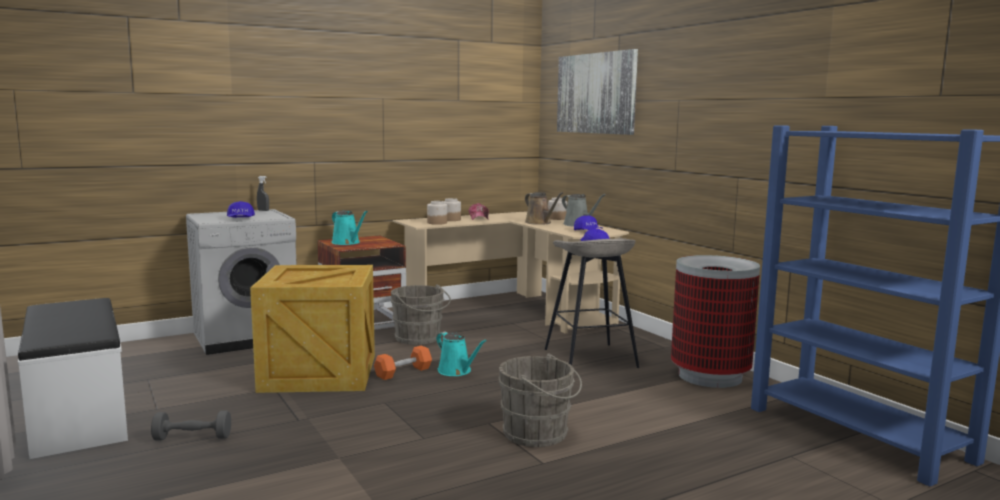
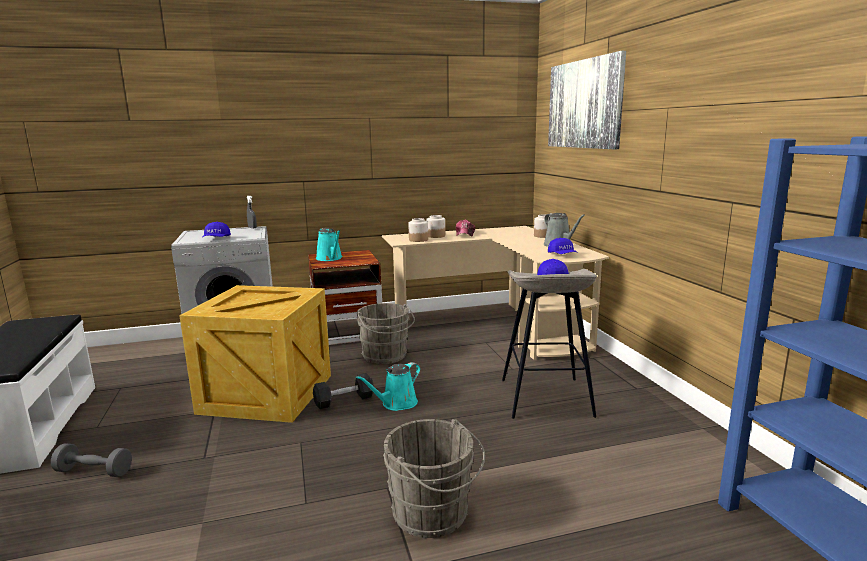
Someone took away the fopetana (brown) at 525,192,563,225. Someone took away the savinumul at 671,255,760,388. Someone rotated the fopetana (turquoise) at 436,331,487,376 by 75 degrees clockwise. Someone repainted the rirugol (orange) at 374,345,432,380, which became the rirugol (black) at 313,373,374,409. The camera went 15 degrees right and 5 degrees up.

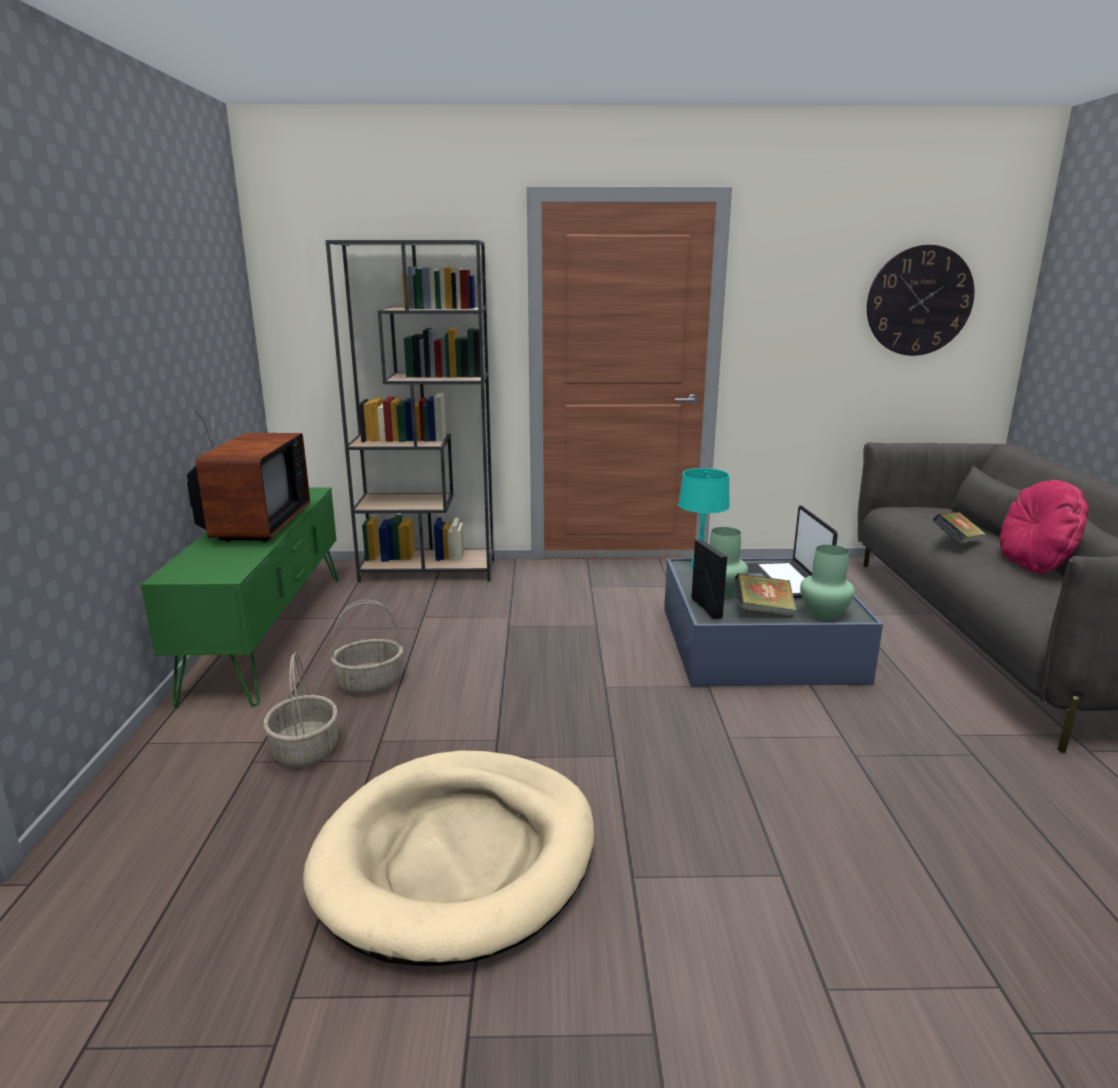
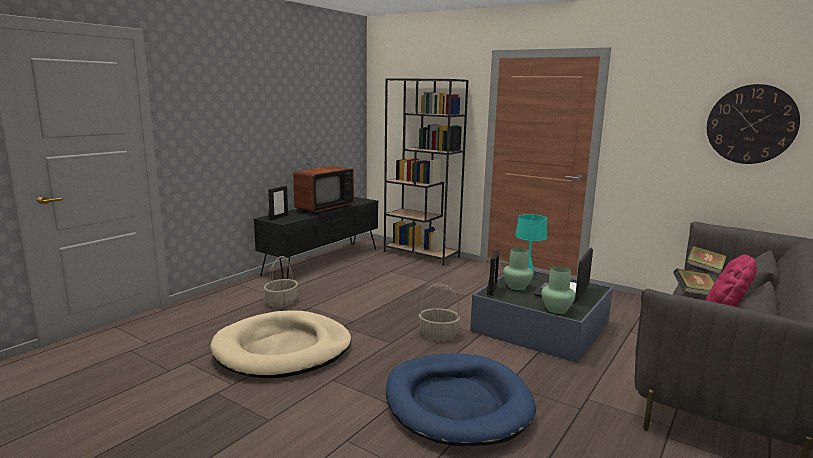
Someone repainted the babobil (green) at 140,488,339,707, which became the babobil (black) at 254,197,379,279. Someone carried the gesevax from 735,573,796,617 to 686,246,726,274. Someone carried the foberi from 331,600,403,694 to 419,283,460,340. Someone put down the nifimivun at 268,186,288,220. Someone put down the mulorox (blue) at 386,353,536,446. The camera went 35 degrees right and 5 degrees down.

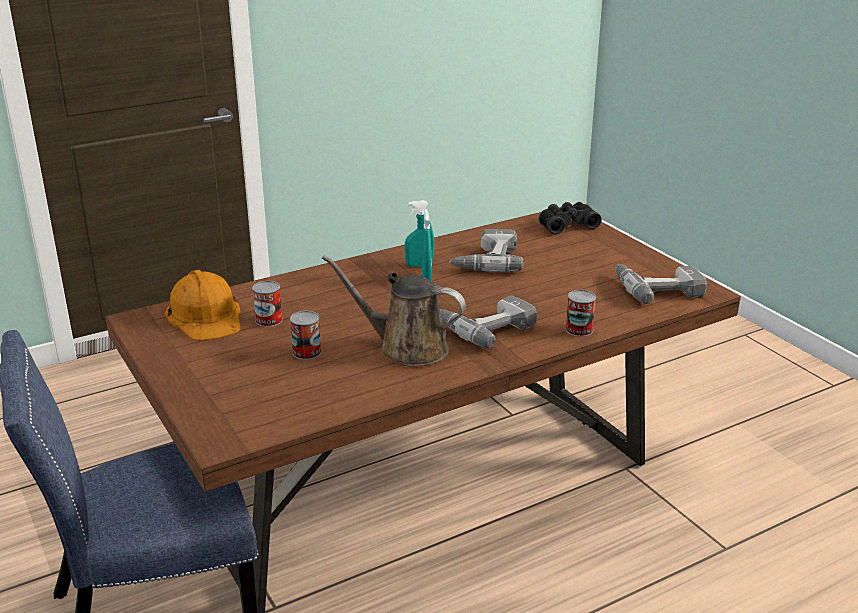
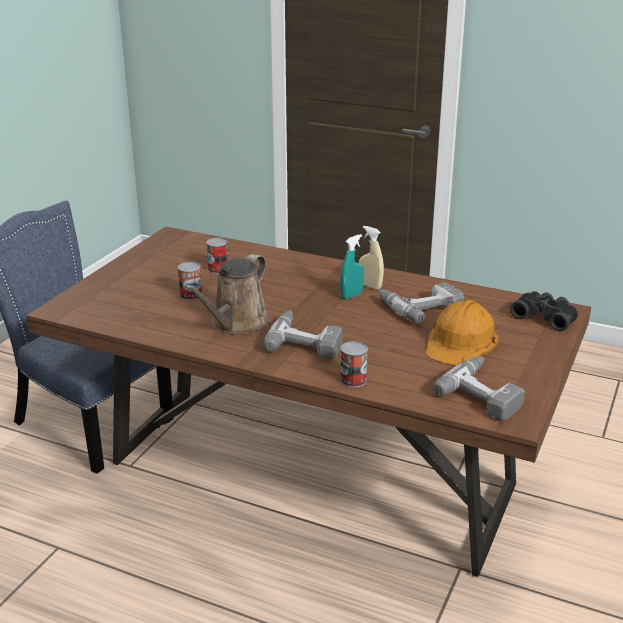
Someone repainted the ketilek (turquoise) at 405,200,434,267, which became the ketilek (beige) at 359,226,384,289. Someone rotated the fopetana (brown) at 322,255,466,367 by 135 degrees counterclockwise. Someone carried the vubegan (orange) from 165,270,240,341 to 426,300,499,366. The camera went 55 degrees right and 0 degrees up.

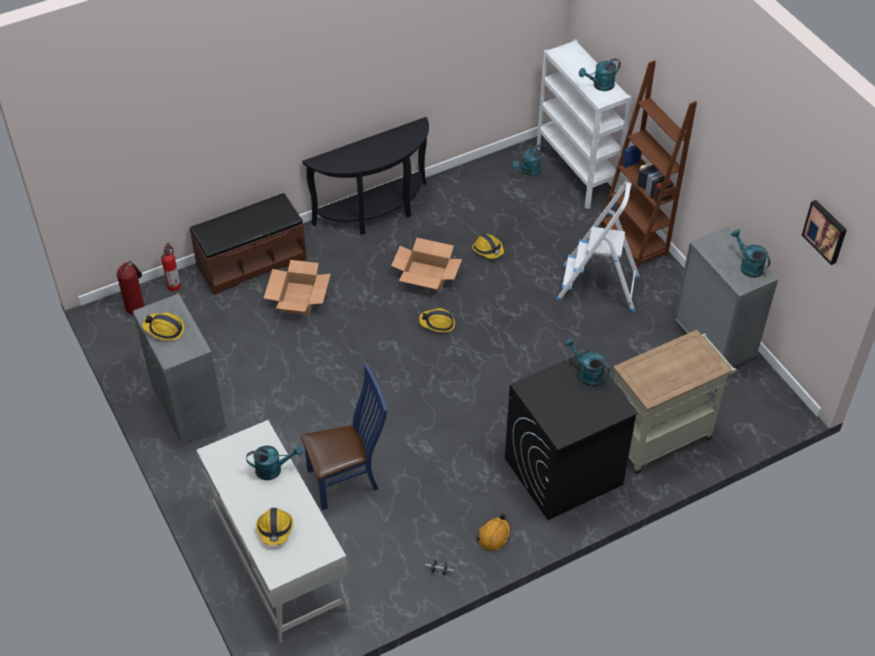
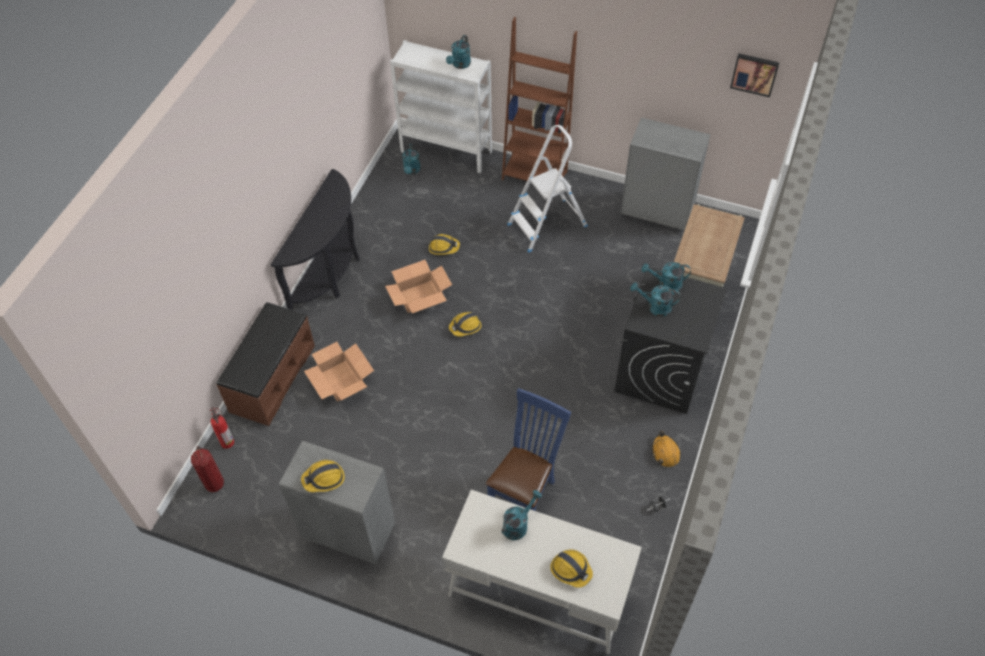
Someone carried the fopetana (turquoise) from 731,229,771,278 to 630,282,681,317. The camera went 40 degrees left and 5 degrees up.

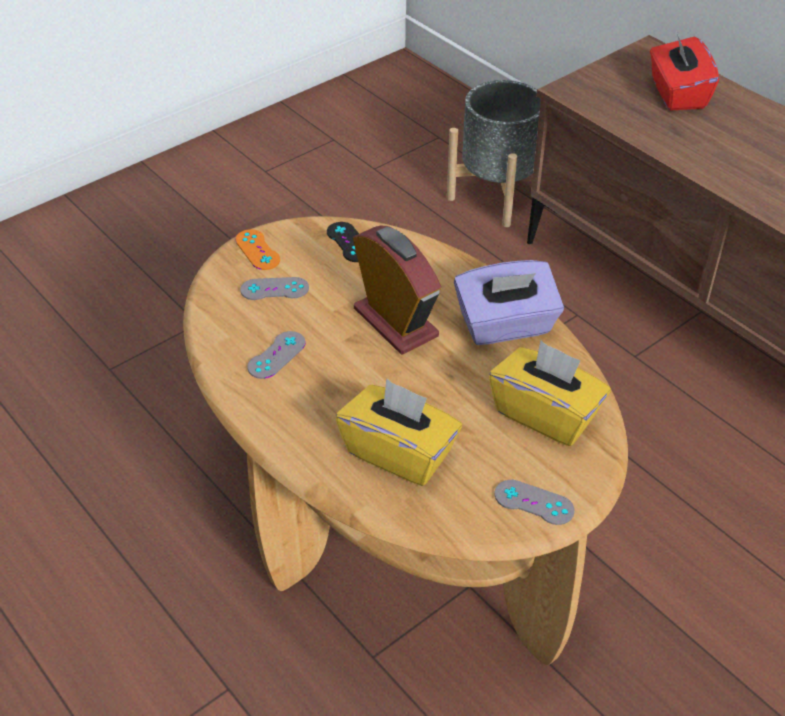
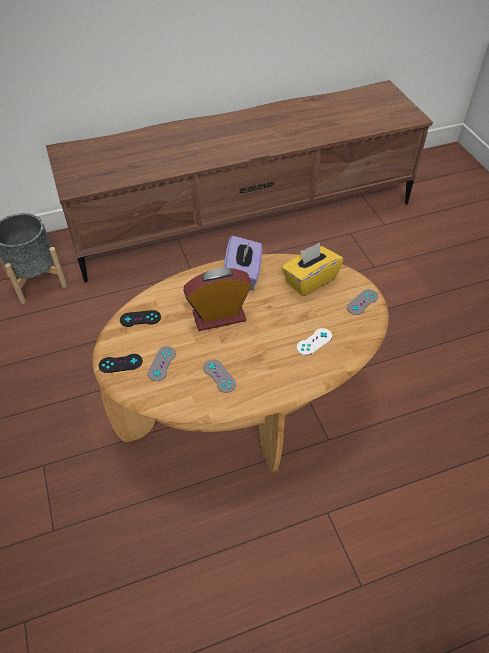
Someone took away the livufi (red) at 650,33,719,111. Someone repainted the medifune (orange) at 236,229,280,270, which became the medifune (black) at 99,354,143,373. Someone swapped the livufi (yellow) at 336,379,462,486 for the medifune (white) at 297,328,332,355. The camera went 70 degrees left and 5 degrees up.

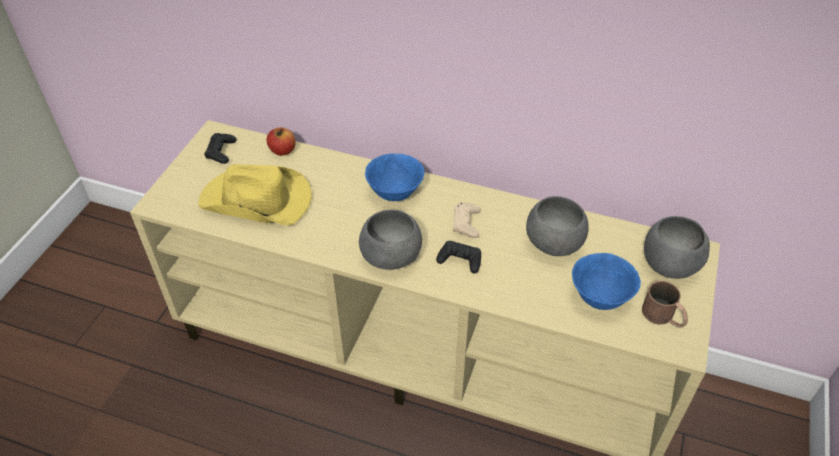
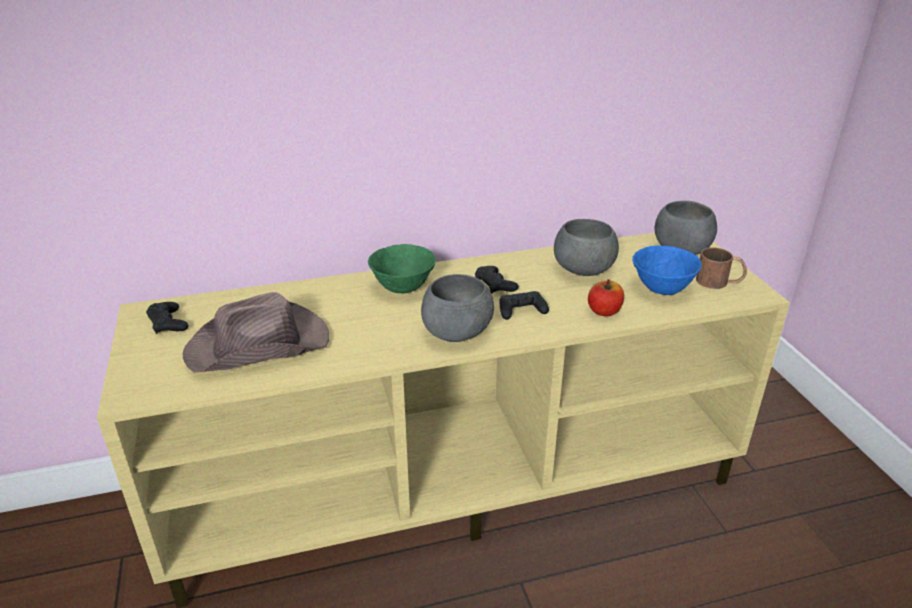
Someone carried the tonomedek from 267,128,296,156 to 588,280,624,316. Someone repainted the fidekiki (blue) at 365,153,424,201, which became the fidekiki (green) at 368,244,436,293. Someone repainted the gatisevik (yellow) at 198,164,312,225, which became the gatisevik (brown) at 183,292,329,373. Someone repainted the medifune (beige) at 452,203,481,238, which became the medifune (black) at 475,266,519,294. The camera went 35 degrees left and 15 degrees down.

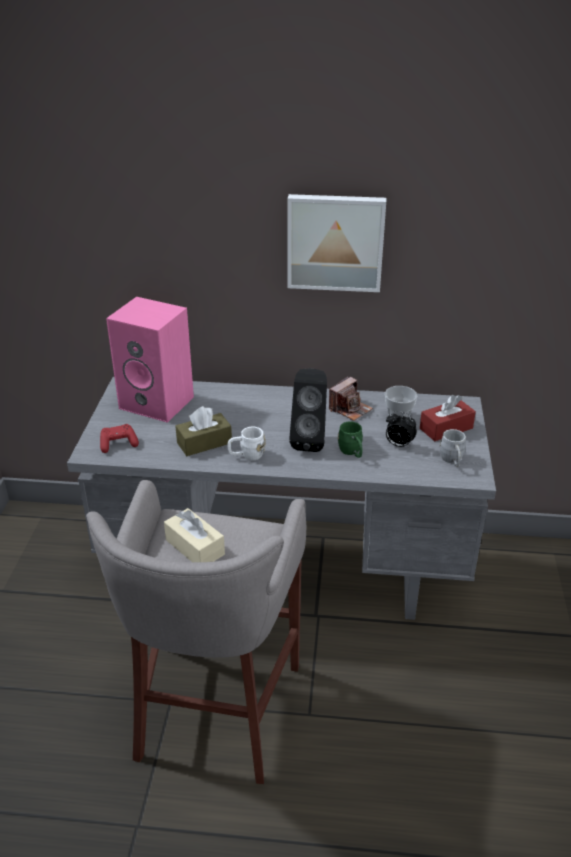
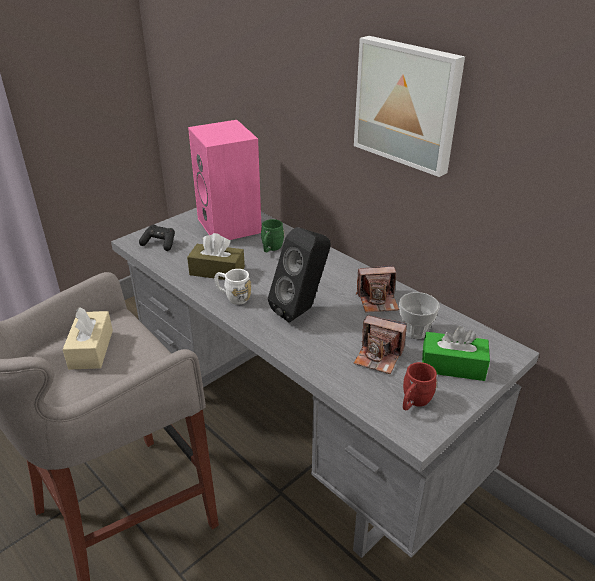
Someone repainted the livufi (red) at 420,395,476,441, which became the livufi (green) at 422,326,490,381. Someone swapped the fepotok at 386,411,417,448 for the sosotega at 354,315,407,374. Someone carried the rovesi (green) from 338,421,363,458 to 261,219,284,252. Someone repainted the medifune (red) at 100,424,139,453, which became the medifune (black) at 139,225,175,251. Someone repainted the rovesi (grey) at 440,429,466,467, which became the rovesi (red) at 403,362,437,411. The camera went 40 degrees right and 0 degrees up.

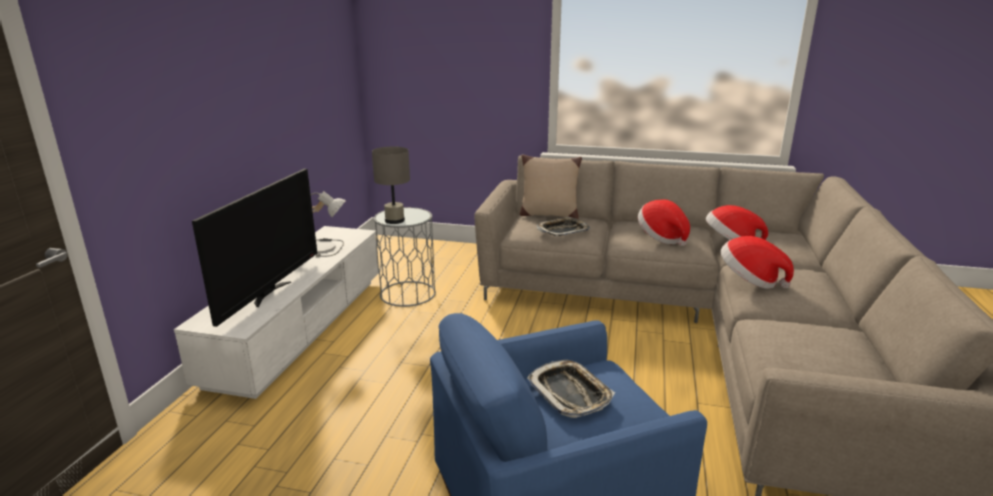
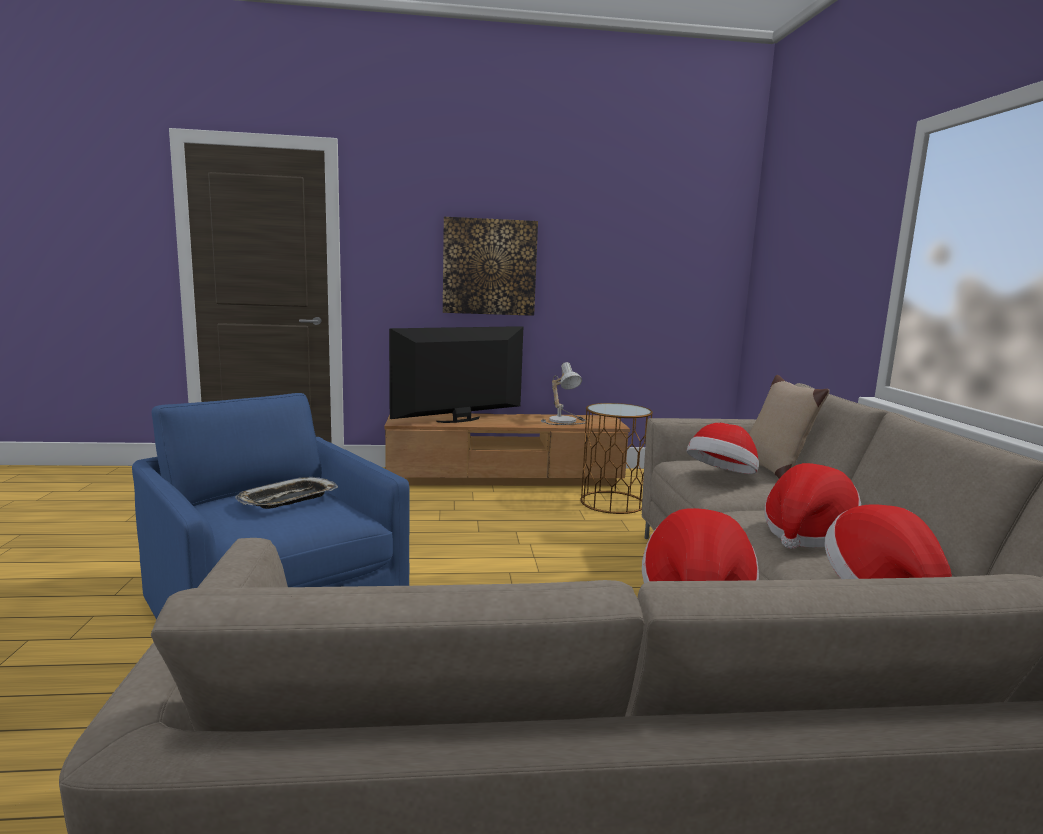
Someone took away the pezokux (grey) at 372,146,410,224. Someone rotated the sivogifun at 192,169,317,327 by 150 degrees clockwise. Someone repainted the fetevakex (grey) at 374,207,436,307, which became the fetevakex (brown) at 580,403,653,514. Someone swapped the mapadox at 537,217,590,236 for the gatisevik at 686,423,759,474. Someone repainted the babobil (white) at 174,226,379,399, which became the babobil (brown) at 385,413,630,486. Someone put up the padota at 443,217,538,316. The camera went 70 degrees right and 10 degrees down.

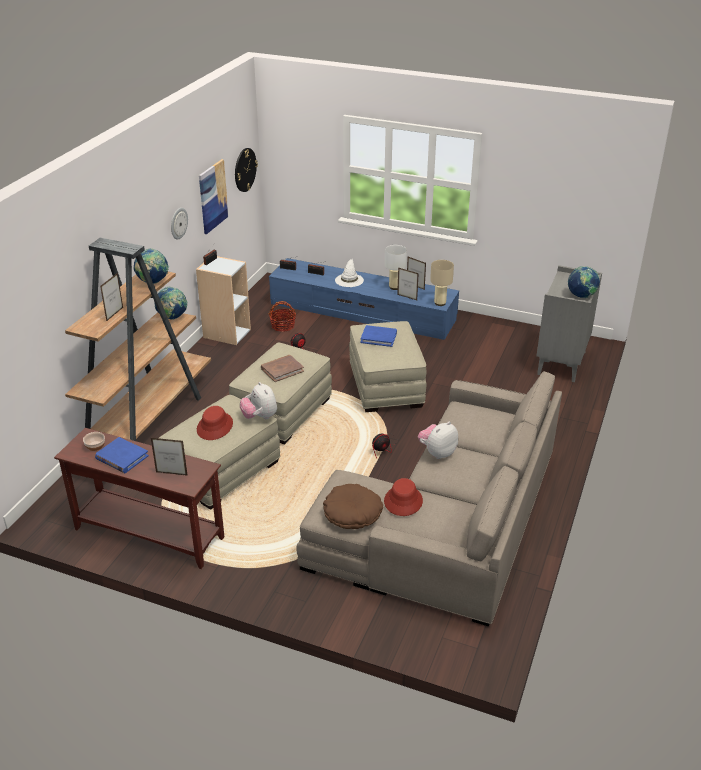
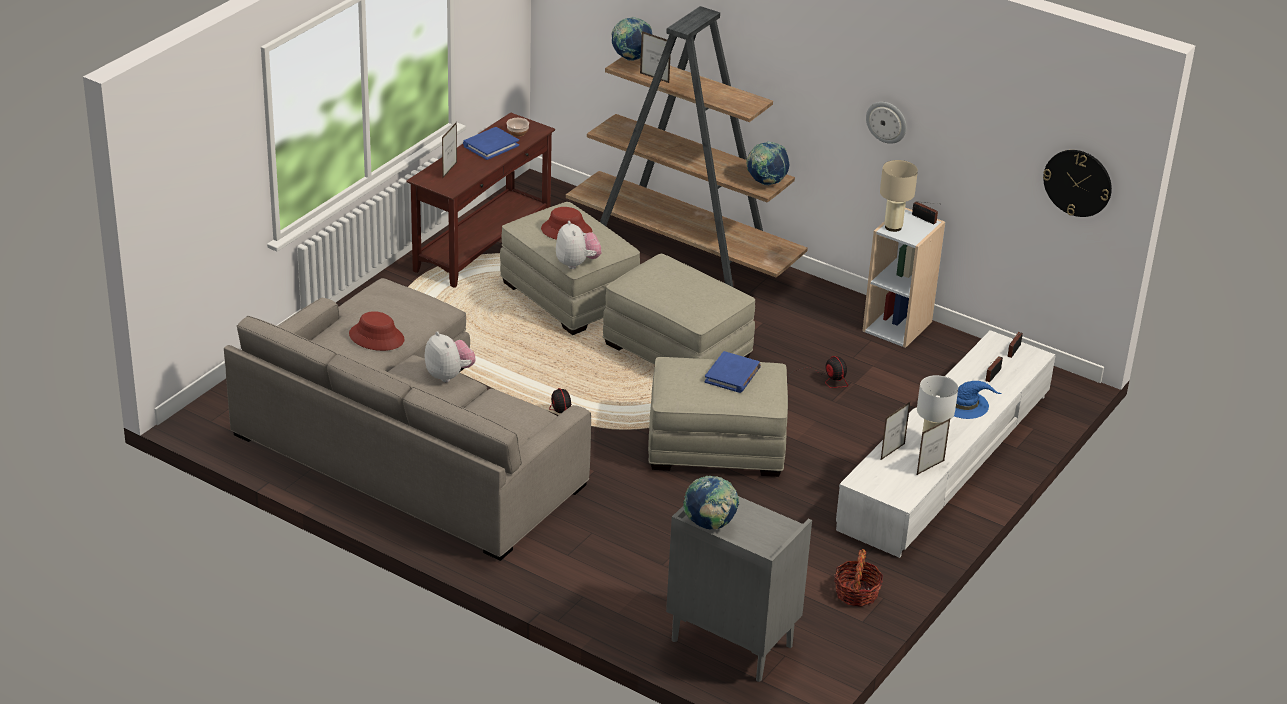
Someone took away the padota at 199,159,229,234. Someone carried the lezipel from 133,248,169,284 to 612,17,653,61. Someone repainted the babobil (blue) at 269,258,459,340, which became the babobil (white) at 836,330,1055,558. Someone repainted the gatisevik (white) at 335,259,364,287, which became the gatisevik (blue) at 954,381,1003,419. Someone carried the pezokux (beige) from 430,260,454,306 to 880,160,918,232. Someone carried the foberi from 269,301,296,332 to 834,549,883,607. Someone took away the gesevax (brown) at 261,355,304,382. Someone rotated the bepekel at 240,382,277,419 by 90 degrees clockwise. Someone took away the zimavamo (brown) at 323,484,383,529. The camera went 100 degrees right and 0 degrees up.

